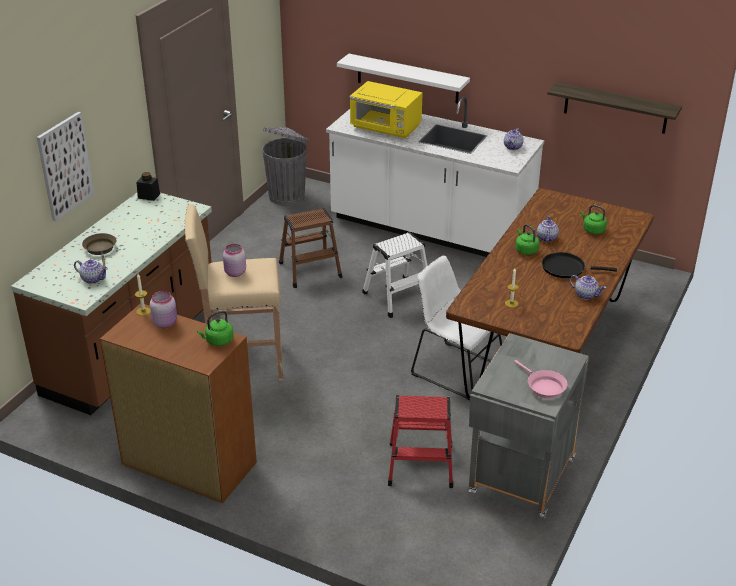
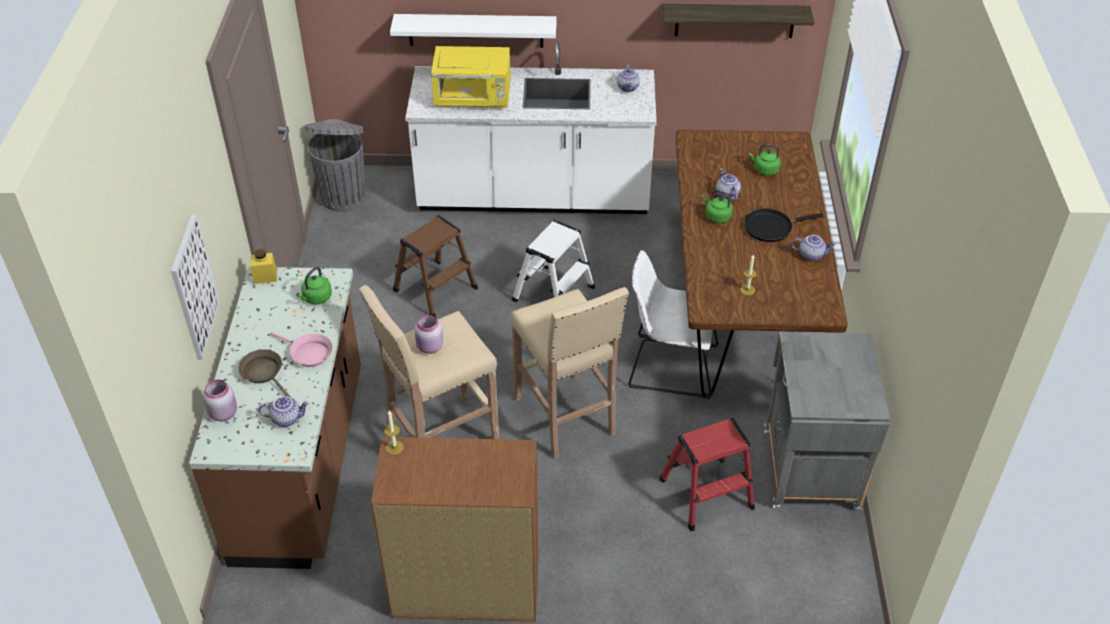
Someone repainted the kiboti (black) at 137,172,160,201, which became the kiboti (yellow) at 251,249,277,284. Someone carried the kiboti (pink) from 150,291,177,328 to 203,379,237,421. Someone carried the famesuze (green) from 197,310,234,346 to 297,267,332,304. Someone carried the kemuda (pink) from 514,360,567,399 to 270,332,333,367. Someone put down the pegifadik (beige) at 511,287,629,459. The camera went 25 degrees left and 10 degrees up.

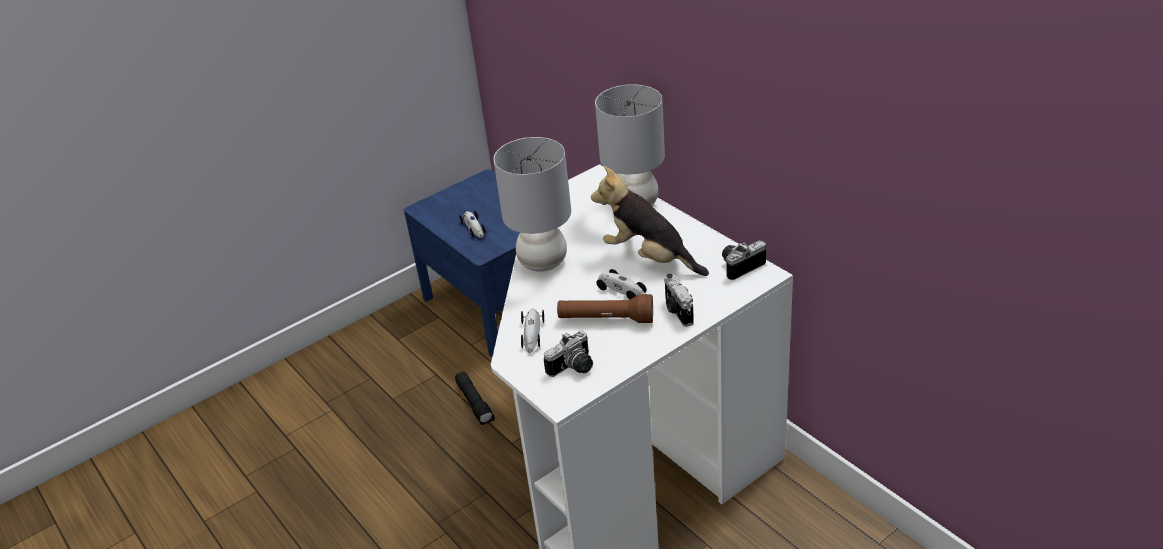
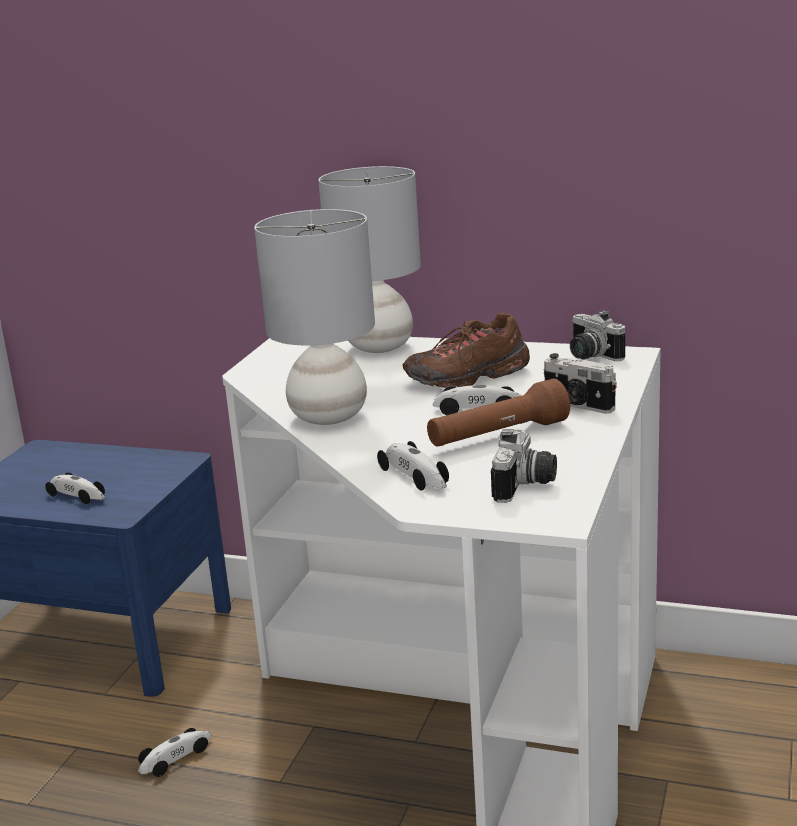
Someone swapped the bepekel at 591,166,709,276 for the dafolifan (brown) at 403,312,530,388. Someone rotated the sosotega at 722,241,766,280 by 60 degrees counterclockwise. Someone swapped the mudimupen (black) at 455,372,495,425 for the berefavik at 138,728,212,777. The camera went 35 degrees left and 15 degrees down.

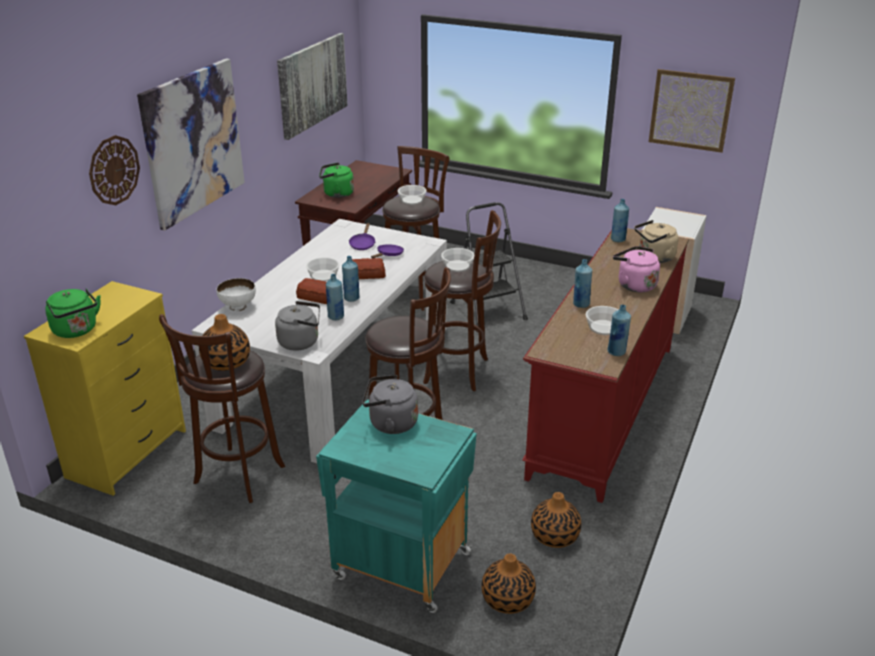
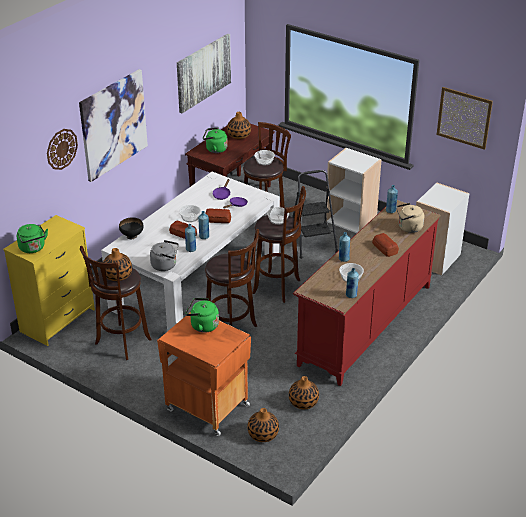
Someone swapped the famesuze (pink) at 613,246,660,292 for the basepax at 372,233,399,257. Someone repainted the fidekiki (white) at 216,278,256,312, which became the fidekiki (black) at 119,217,143,239. Someone repainted the famesuze (grey) at 362,375,418,434, which became the famesuze (green) at 185,298,219,333. Someone repainted the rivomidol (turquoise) at 316,399,477,613, which became the rivomidol (orange) at 157,313,251,436. Someone put down the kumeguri at 227,112,251,139. Someone put down the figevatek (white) at 326,148,382,233. The camera went 10 degrees right and 5 degrees up.

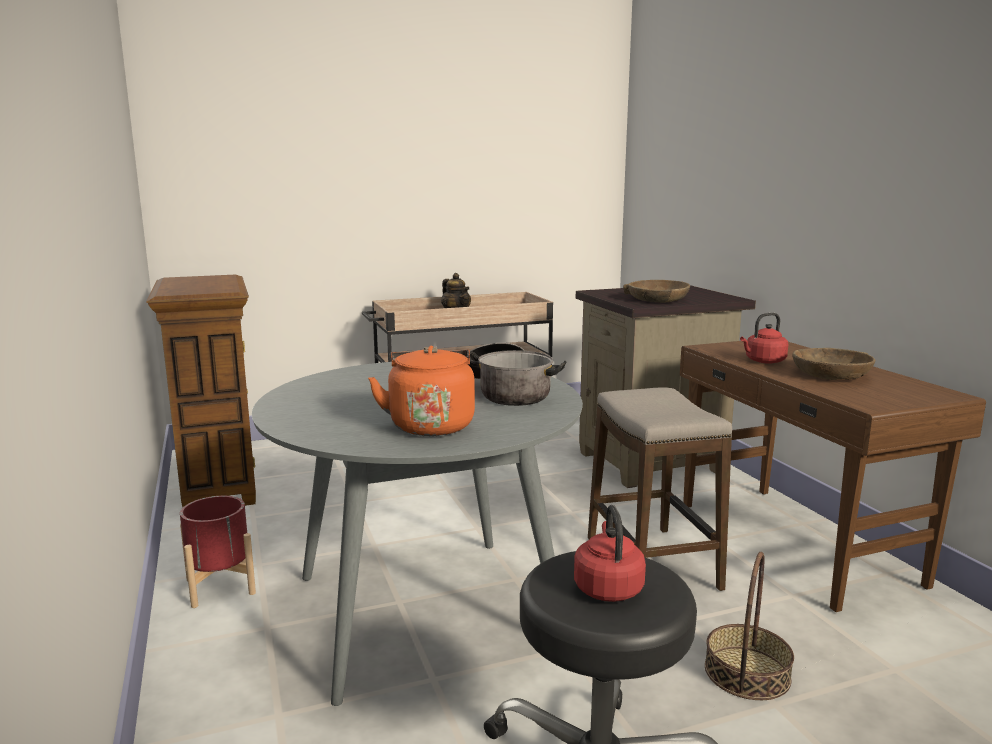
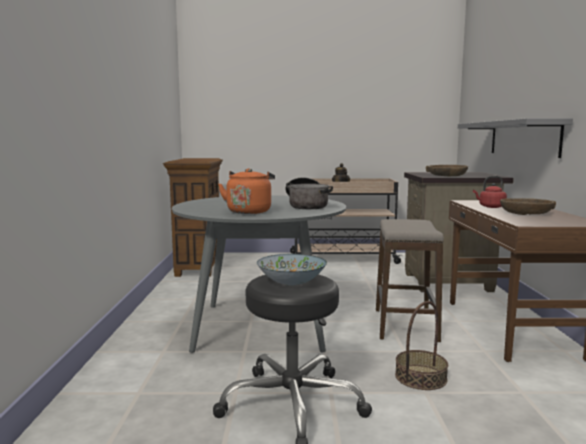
Someone took away the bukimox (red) at 180,496,256,608. Someone swapped the famesuze (red) at 574,505,646,602 for the fidekiki at 257,254,327,286. Someone put up the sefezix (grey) at 458,118,573,158. The camera went 20 degrees right and 5 degrees down.

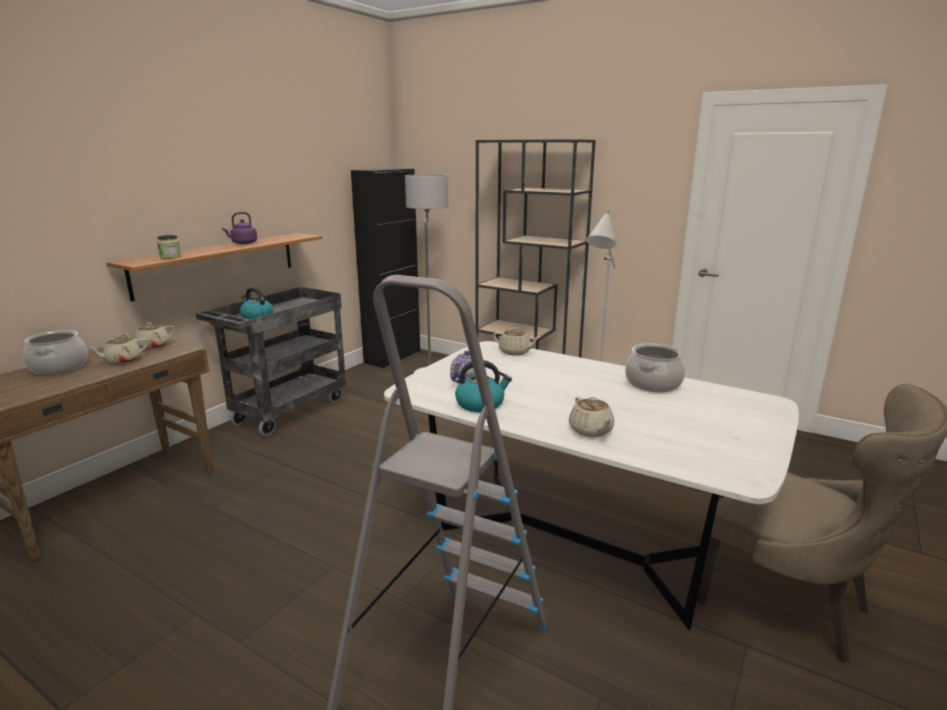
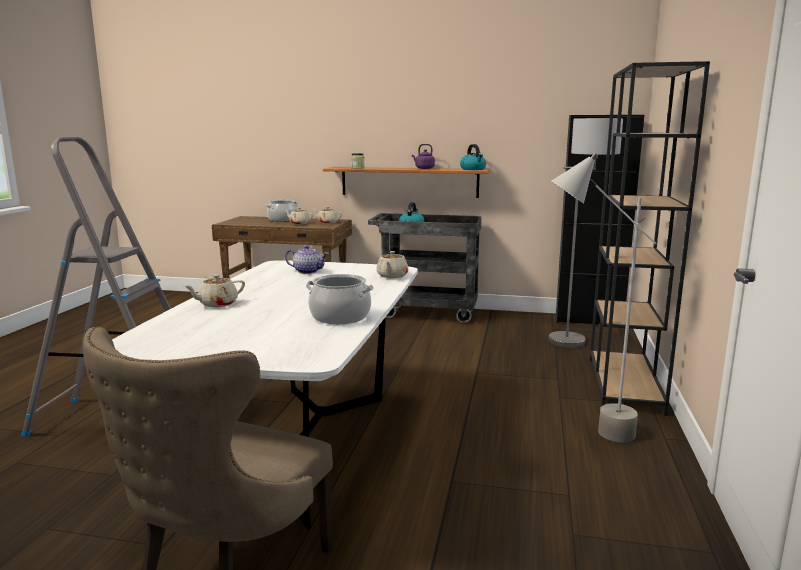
Someone carried the famesuze from 455,360,512,412 to 460,144,486,170. The camera went 70 degrees right and 5 degrees down.

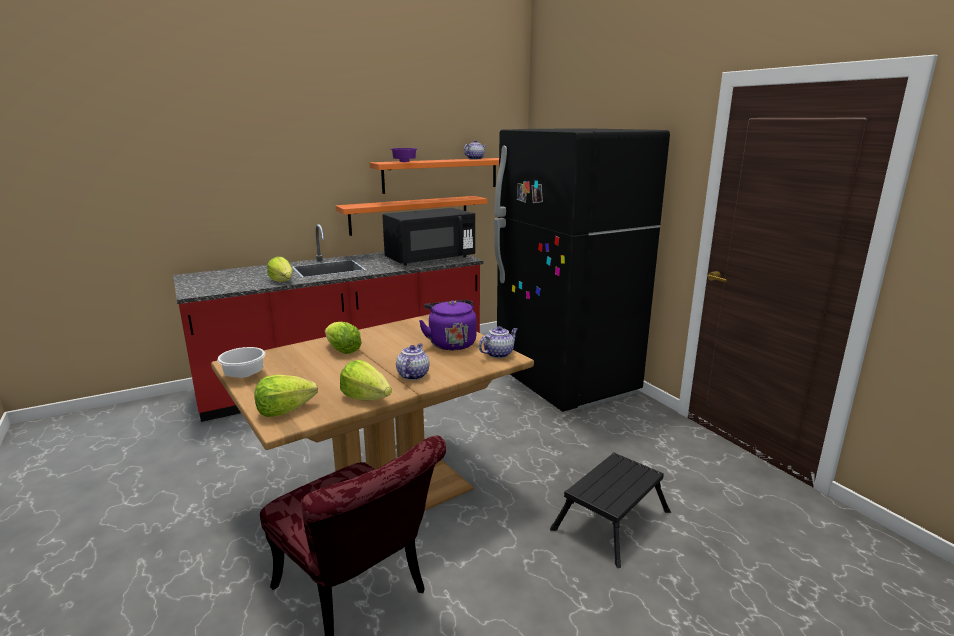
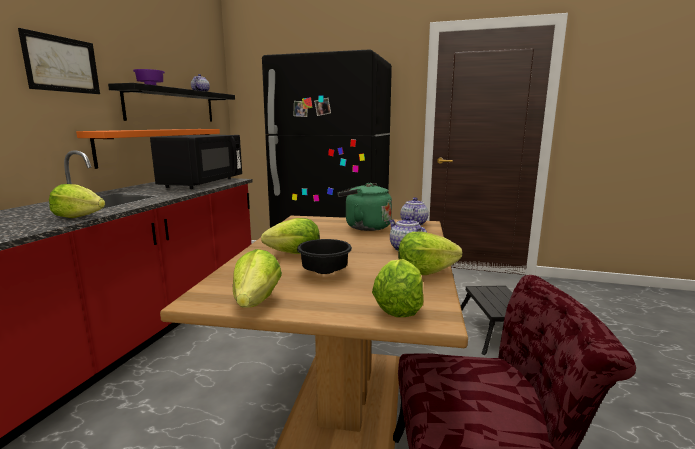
Someone repainted the sefezix (orange) at 370,158,499,194, which became the sefezix (black) at 108,83,235,122. Someone repainted the famesuze (purple) at 419,300,477,351, which became the famesuze (green) at 337,183,392,231. Someone swapped the fidekiki (white) at 217,347,265,378 for the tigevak at 233,249,282,308. Someone put up the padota at 18,28,100,94. Someone put down the fidekiki (black) at 297,239,352,274. The camera went 45 degrees left and 5 degrees down.

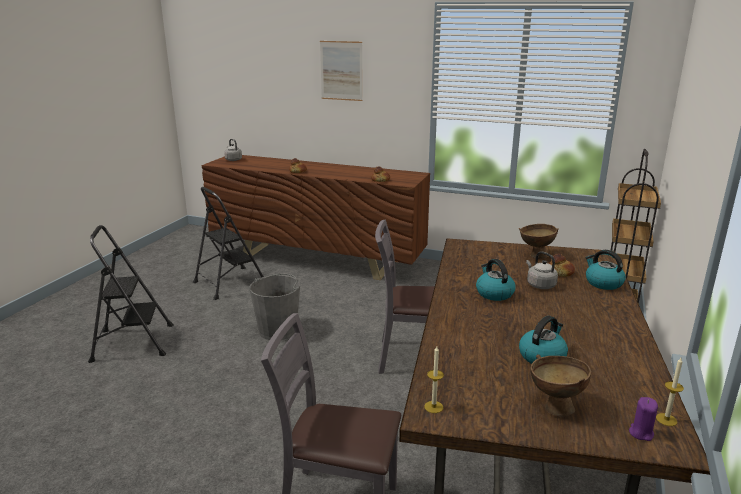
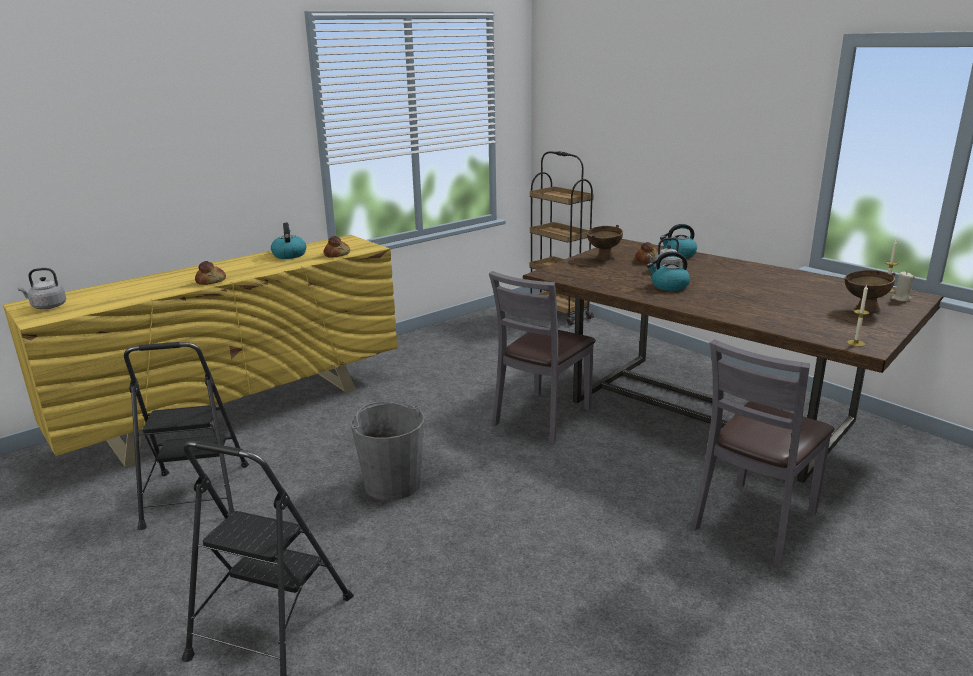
Someone took away the padota at 320,41,363,101. Someone repainted the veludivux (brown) at 201,155,430,280, which became the veludivux (yellow) at 3,235,398,468. Someone carried the famesuze from 519,316,568,364 to 271,223,306,259. Someone repainted the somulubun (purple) at 629,397,658,441, which became the somulubun (beige) at 891,272,914,302. The camera went 60 degrees left and 0 degrees up.

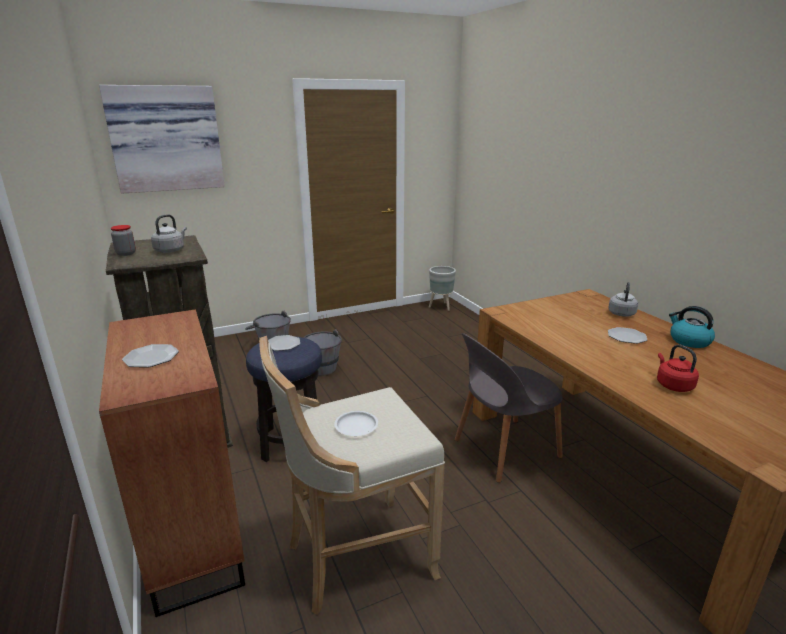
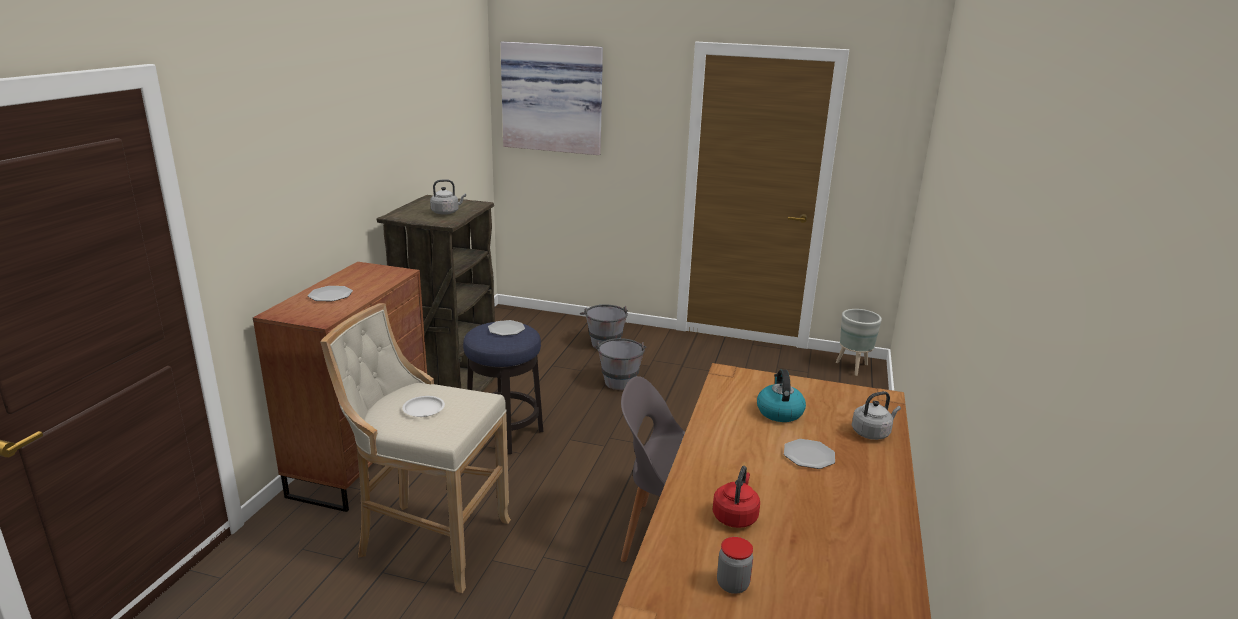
Someone carried the kiboti from 111,225,136,256 to 717,537,753,594. Someone carried the famesuze from 669,306,715,348 to 757,369,806,422. The camera went 40 degrees right and 0 degrees up.

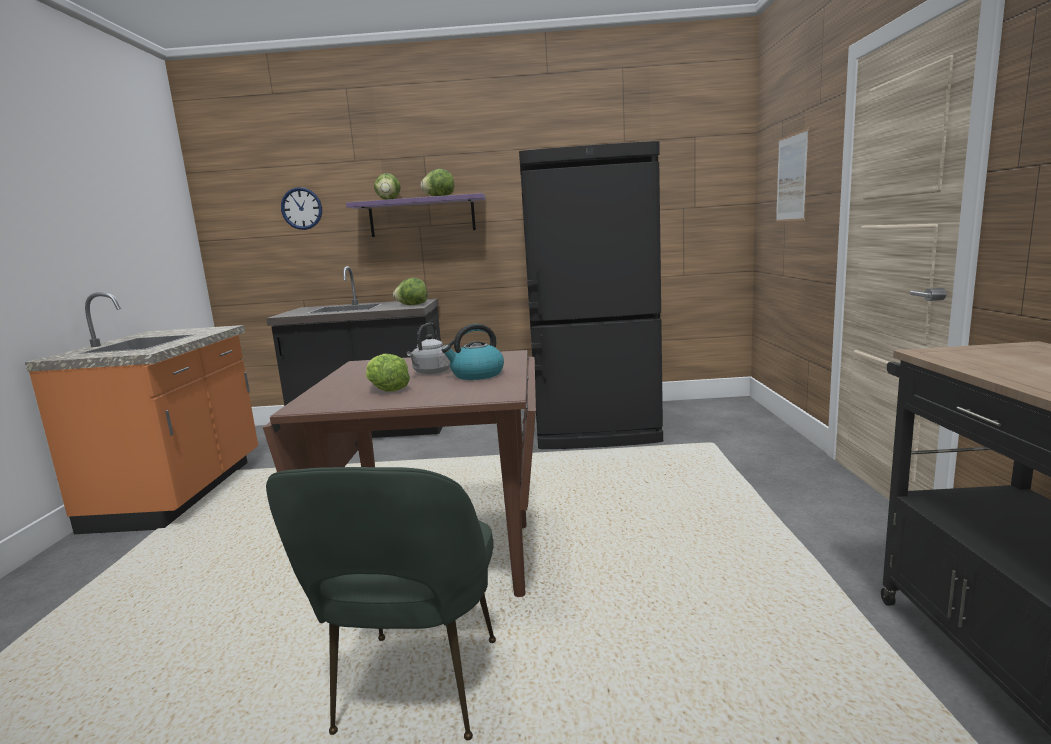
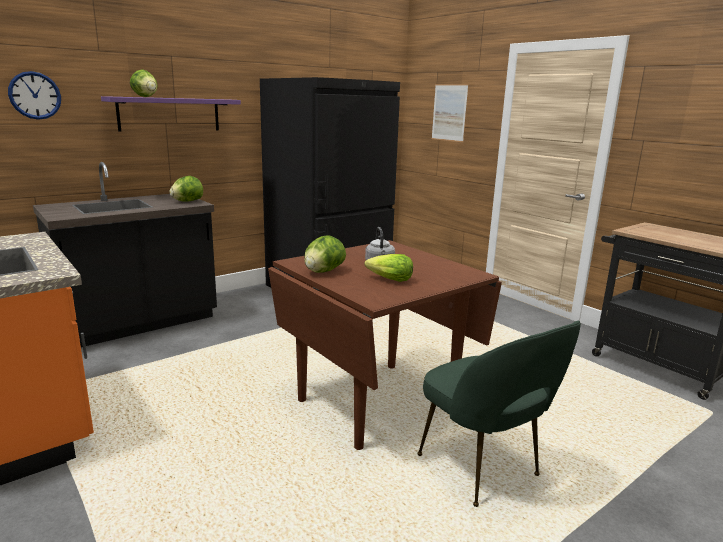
Someone carried the tigevak from 421,169,454,196 to 304,235,346,273. Someone took away the famesuze at 442,324,504,380. The camera went 40 degrees left and 5 degrees up.

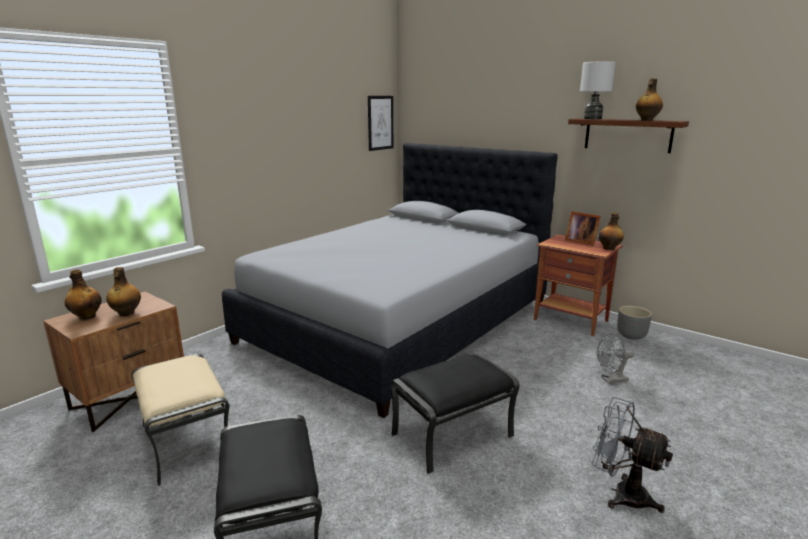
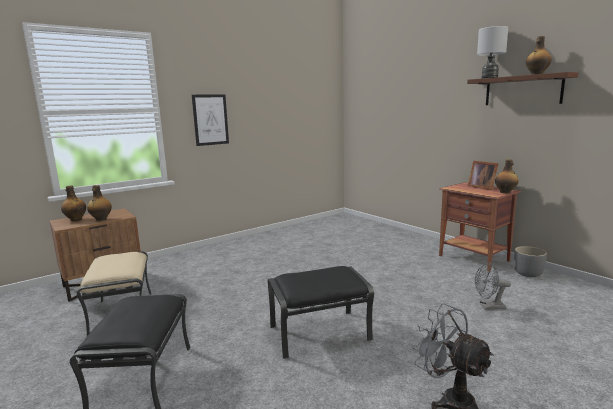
Someone carried the padota from 368,96,393,151 to 192,94,229,146. Someone took away the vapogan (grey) at 222,143,558,418. The camera went 15 degrees right and 5 degrees down.

